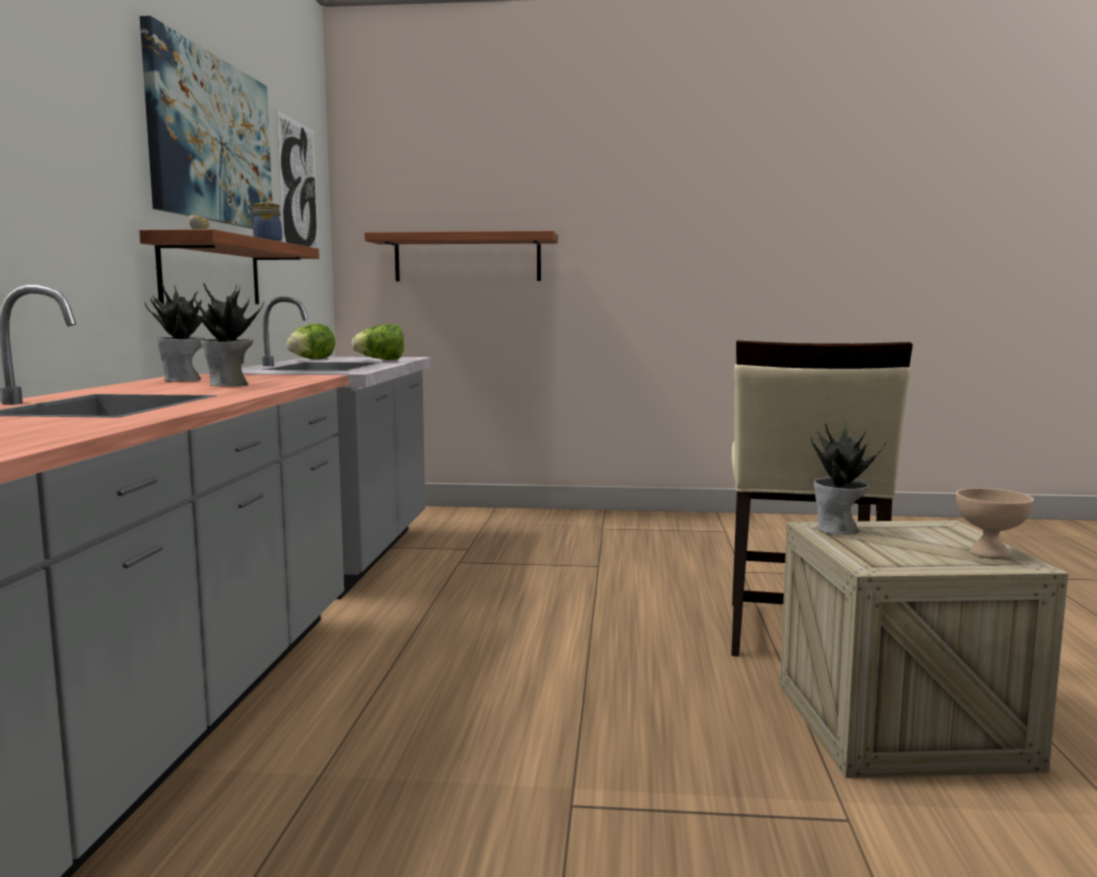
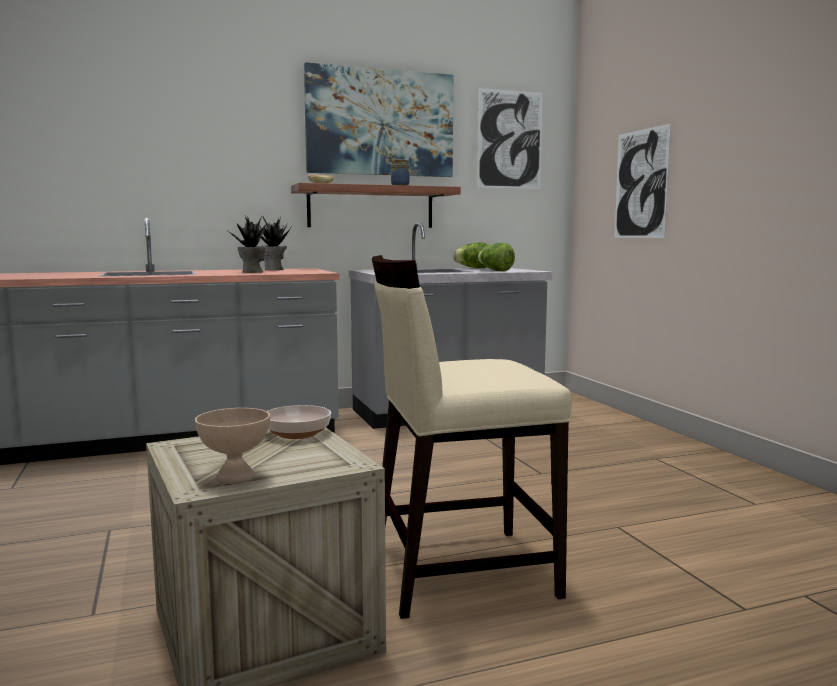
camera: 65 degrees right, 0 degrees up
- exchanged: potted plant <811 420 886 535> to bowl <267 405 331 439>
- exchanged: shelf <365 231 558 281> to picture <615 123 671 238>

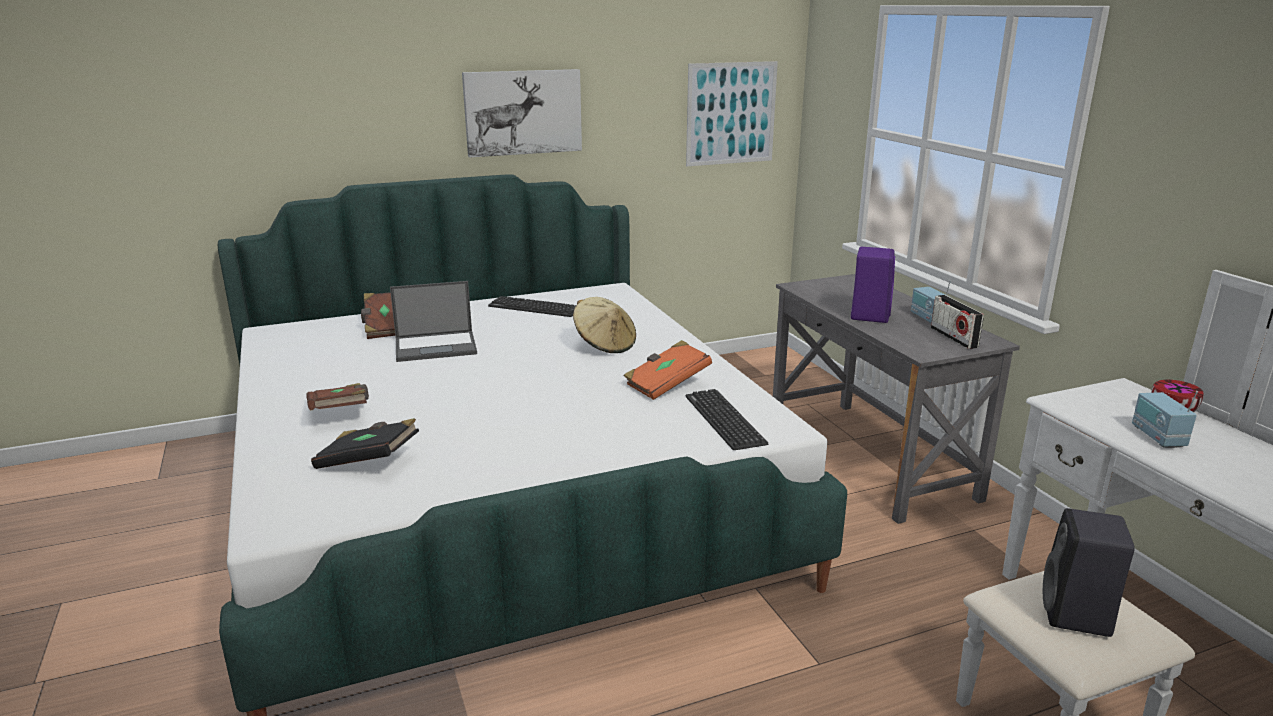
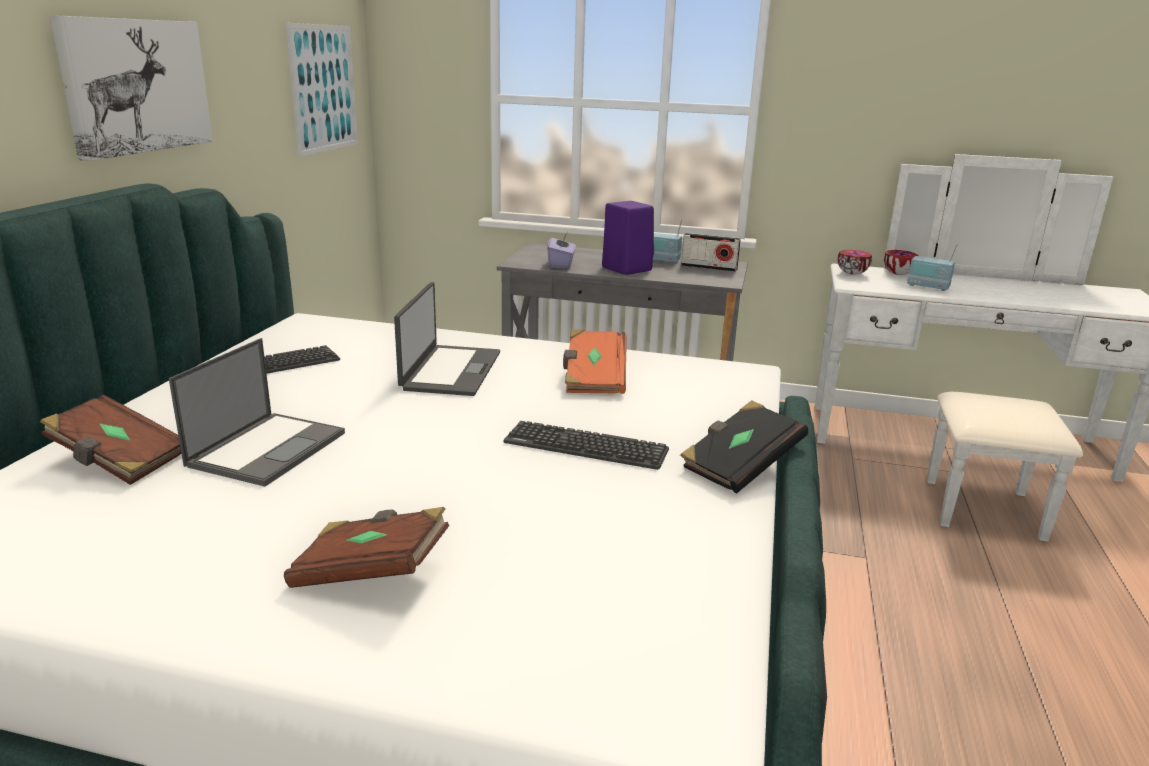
camera: 55 degrees left, 0 degrees up
- exchanged: hat (beige) <573 297 636 353> to laptop <394 282 500 396>
- relocated: keyboard <686 389 768 450> to <503 421 669 470>
- appeared: tissue box (purple) <547 233 576 268>
- relocated: book (black) <311 418 419 469> to <680 400 808 493>
- appeared: bowl <838 250 872 275>
- missing: speaker (black) <1043 508 1135 637>

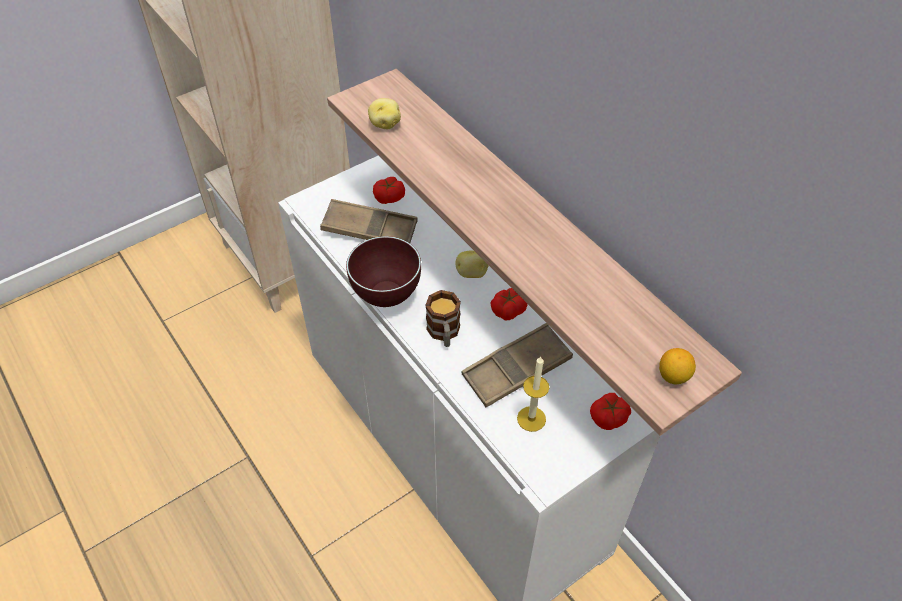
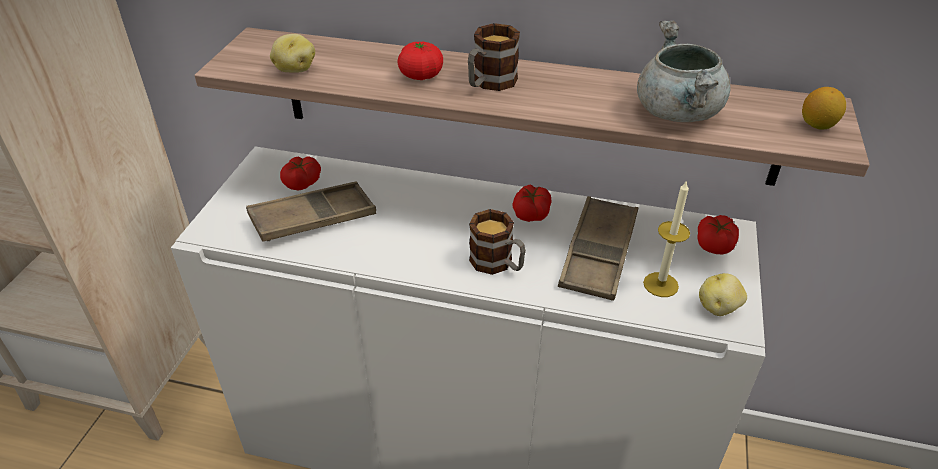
camera: 40 degrees left, 10 degrees down
- appeared: tomato <397 42 443 80>
- appeared: mug <468 23 520 91>
- appeared: cooking pot (grey) <637 21 731 122>
- relocated: potato <455 250 489 278> to <699 273 747 316>
- missing: bowl (brown) <346 236 421 307>

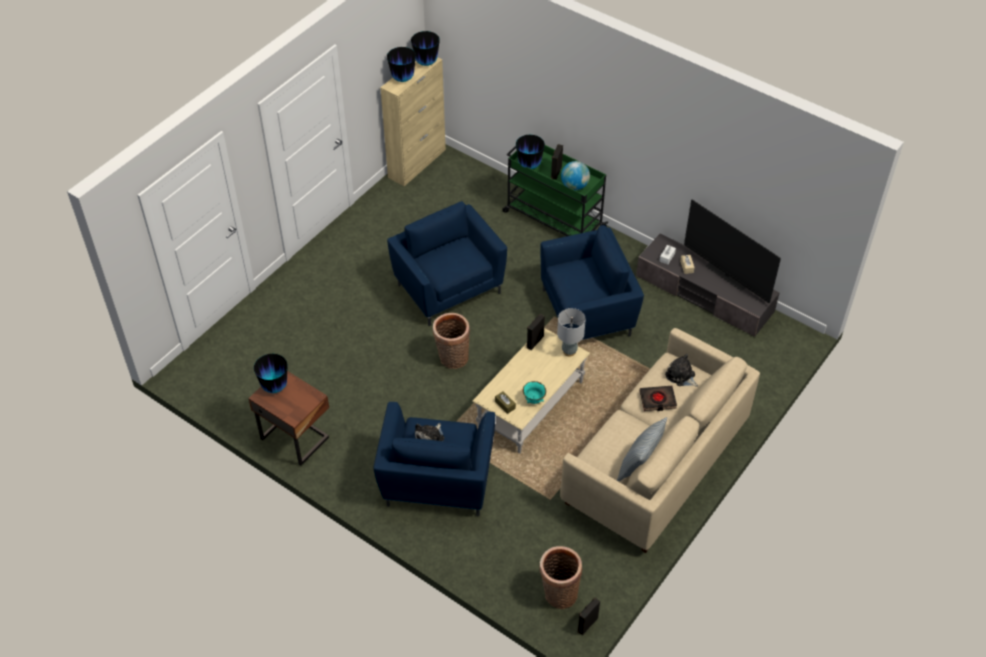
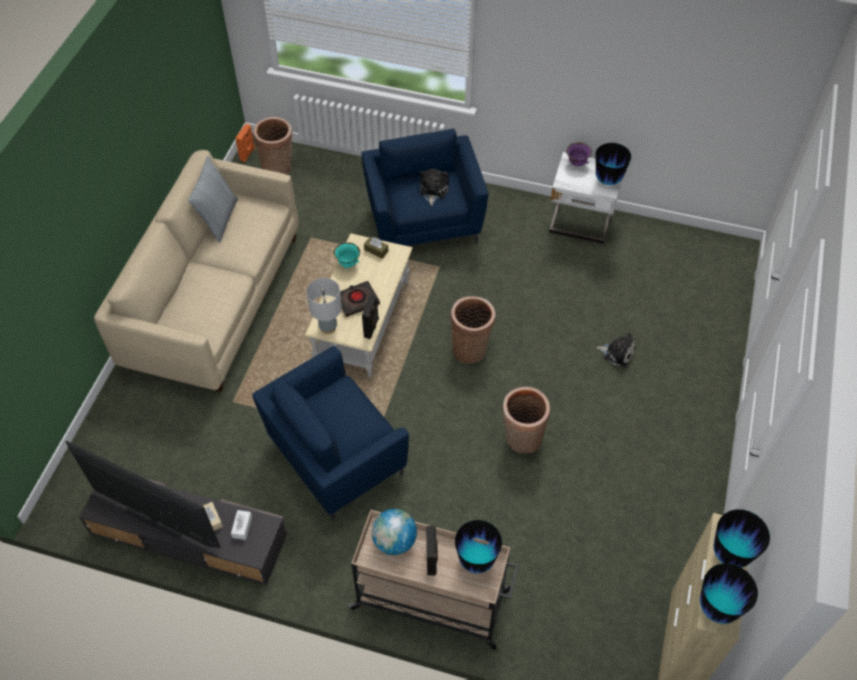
camera: 160 degrees right, 5 degrees up
- colour: speaker (black) <577 597 600 635> to speaker (orange) <235 124 255 162>
- relocated: book (black) <639 386 677 411> to <340 281 380 317>
- colour: cart (green) <502 145 608 236> to cart (beige) <348 510 519 650>
- exchanged: armchair (blue) <387 201 507 326> to basket <502 387 550 454>
- colour: nightstand (brown) <248 371 329 466> to nightstand (white) <549 152 622 244>
- appeared: bowl (purple) <566 142 592 166>
- relocated: plush toy <665 354 698 387> to <596 333 635 367>

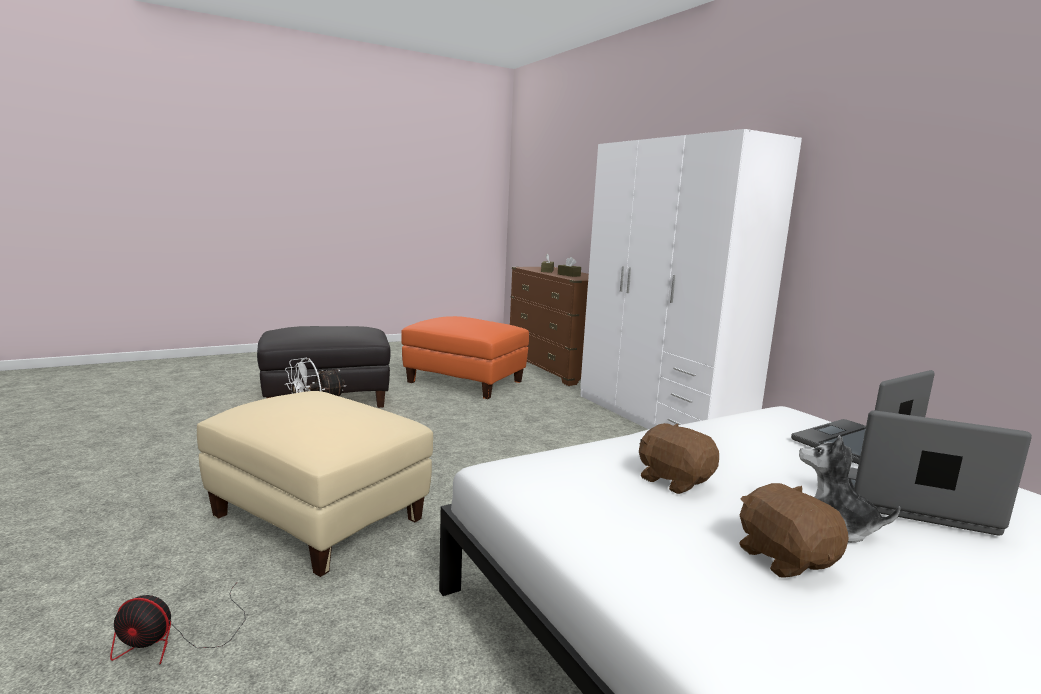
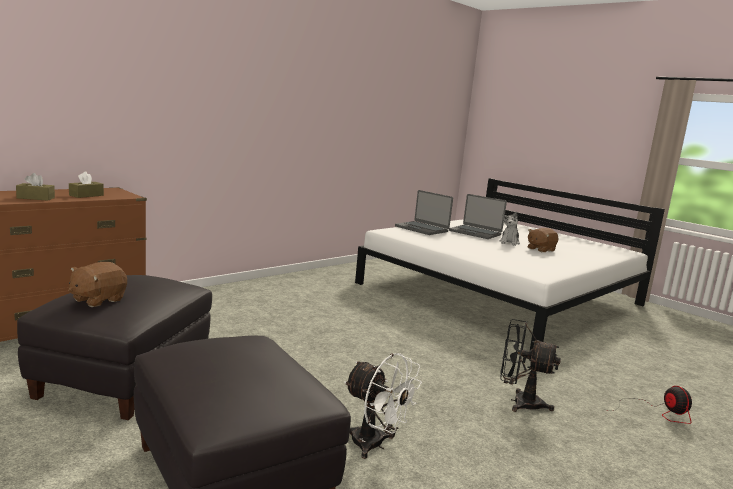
camera: 105 degrees left, 0 degrees up
- colour: ottoman (orange) <401 316 529 399> to ottoman (black) <17 275 212 420>
- relocated: plush toy (brown) <639 423 719 494> to <69 262 127 307>
- spun: laptop <848 410 1032 536> = <449 194 507 239> 60 degrees counterclockwise
- exchanged: ottoman (beige) <197 391 433 577> to fan (black) <500 319 561 412>
- missing: wardrobe (white) <580 129 802 429>

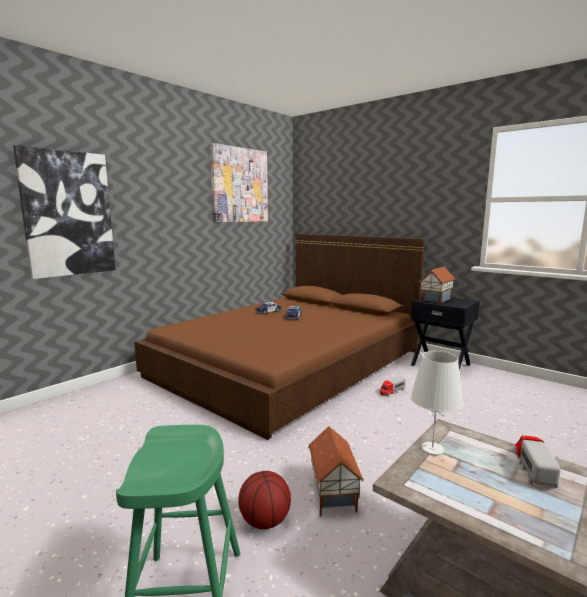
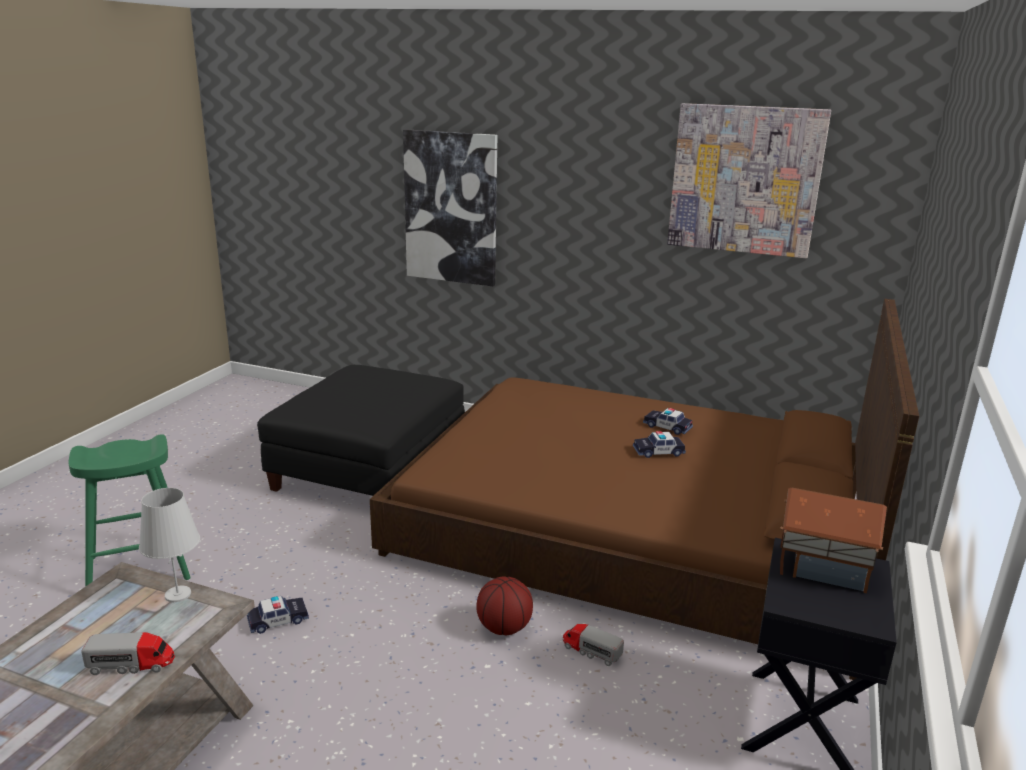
camera: 70 degrees right, 10 degrees up
- exchanged: toy house <308 426 364 517> to toy car <247 596 309 634>
- appeared: ottoman (black) <257 365 465 496>
- relocated: basketball <238 471 291 529> to <476 576 533 635>

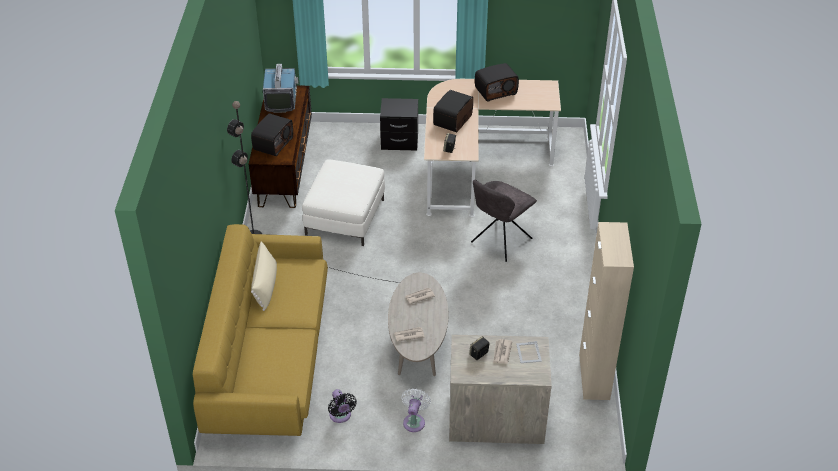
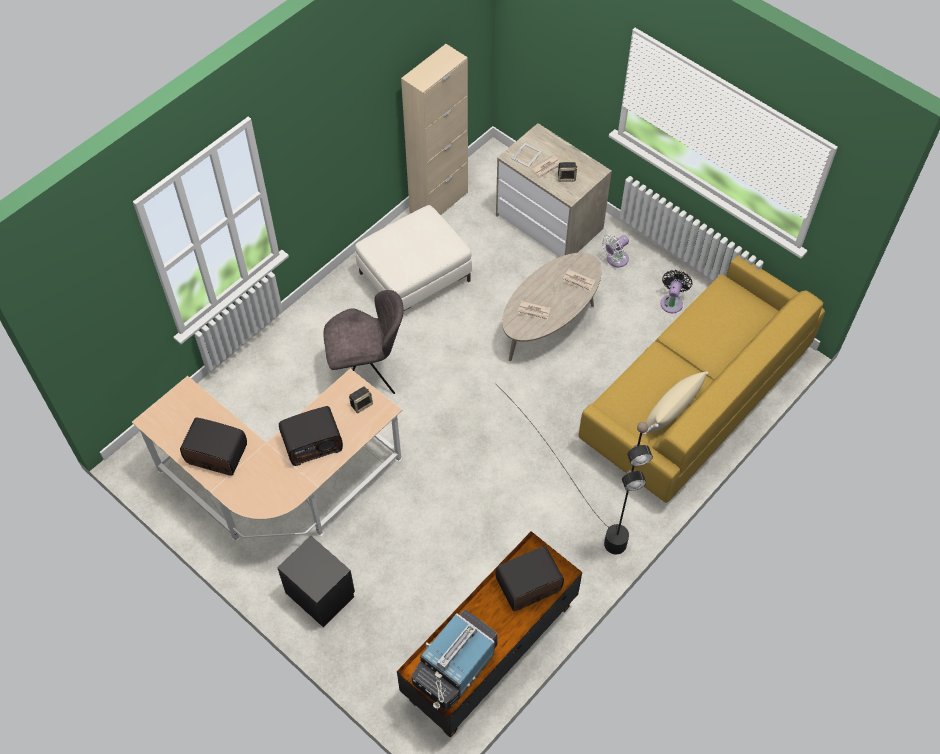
camera: 140 degrees left, 15 degrees up
- relocated: ottoman (white) <302 159 385 246> to <355 205 472 311>

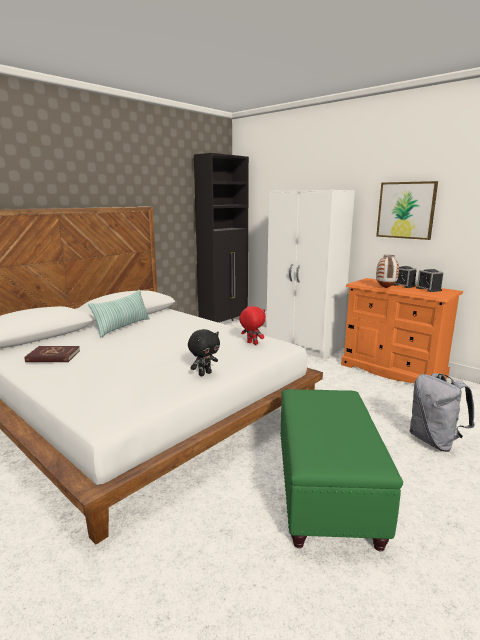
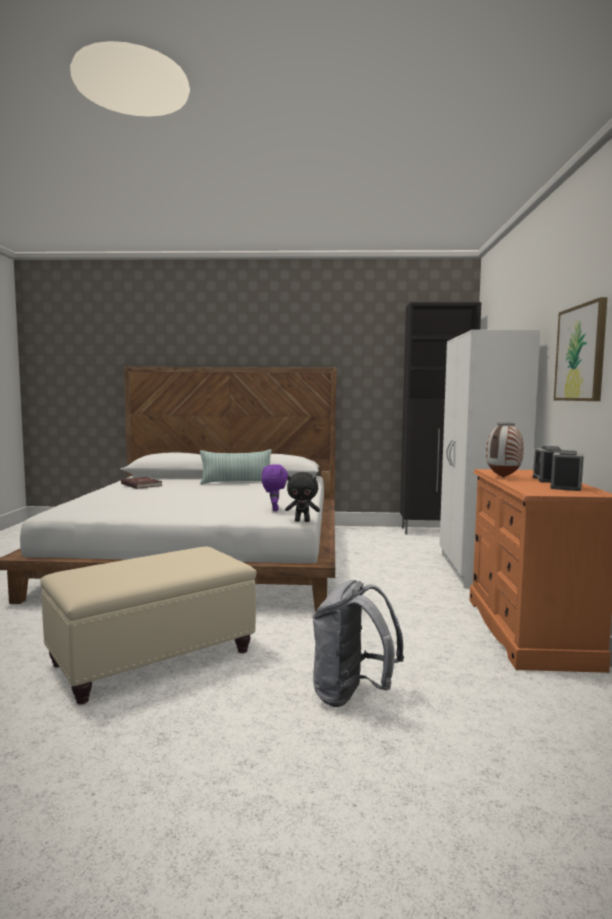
camera: 50 degrees right, 10 degrees down
- colour: ottoman (green) <280 389 403 551> to ottoman (beige) <40 547 256 704>
- colour: plush toy (red) <239 306 266 345> to plush toy (purple) <262 464 288 511>
- relocated: plush toy (black) <188 329 220 376> to <285 472 320 522>

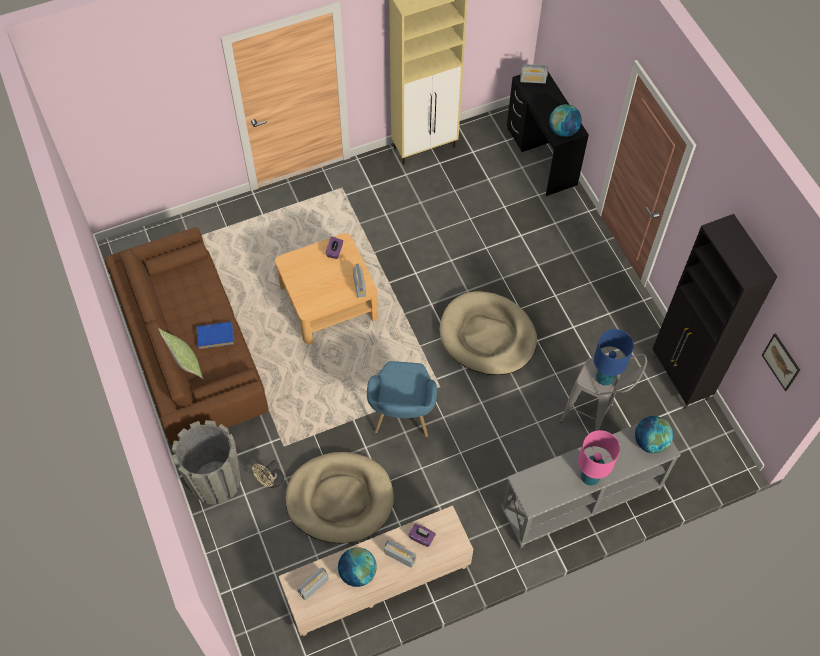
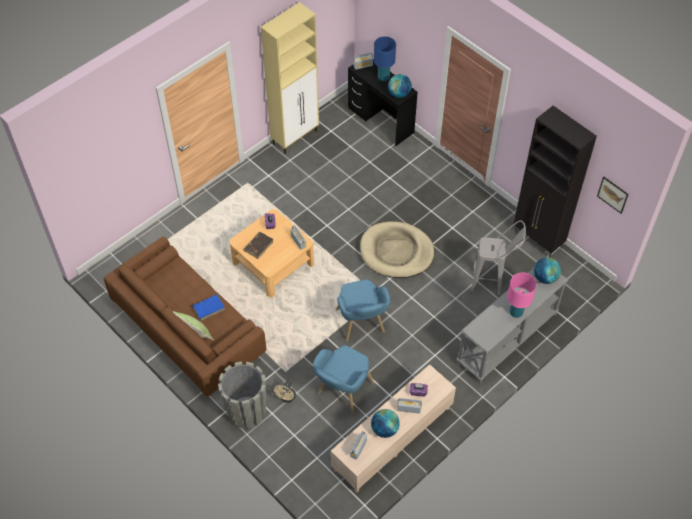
camera: 20 degrees left, 5 degrees down
- appeared: book (brown) <243 232 274 259>
- exchanged: dog bed (beige) <285 452 394 543> to armchair (blue) <313 345 374 413>
- relocated: table lamp (blue) <594 329 634 386> to <374 36 396 81>

